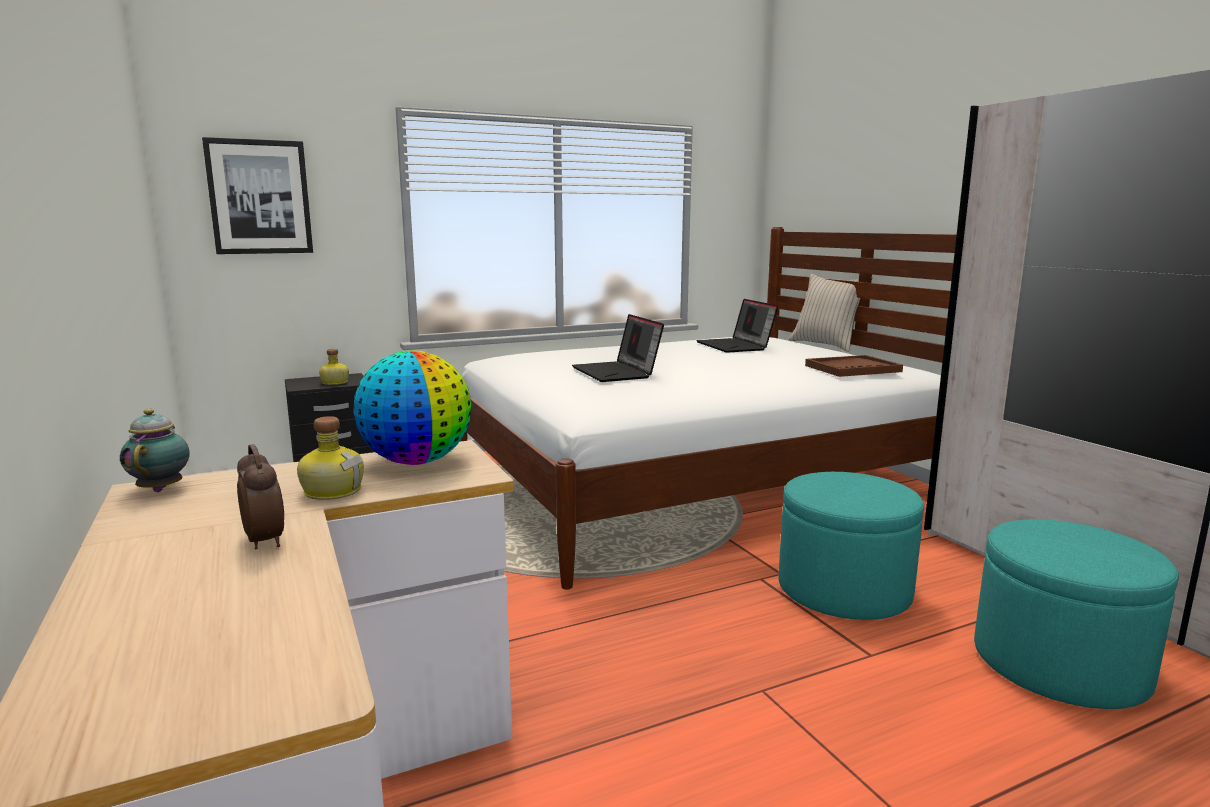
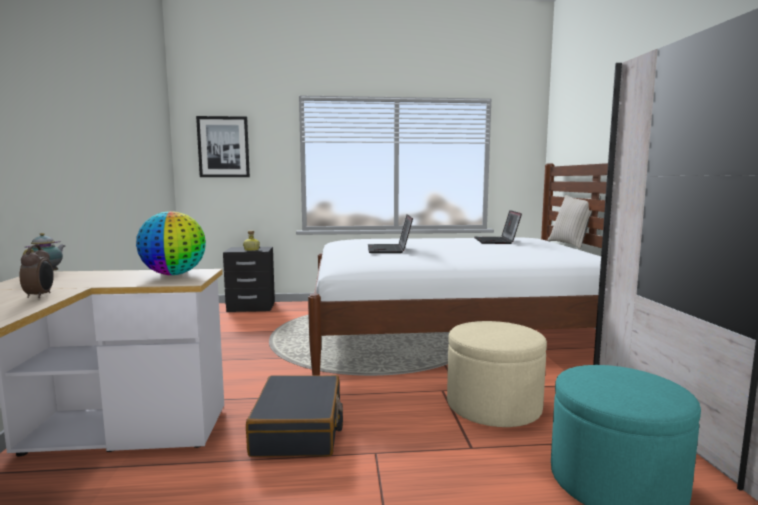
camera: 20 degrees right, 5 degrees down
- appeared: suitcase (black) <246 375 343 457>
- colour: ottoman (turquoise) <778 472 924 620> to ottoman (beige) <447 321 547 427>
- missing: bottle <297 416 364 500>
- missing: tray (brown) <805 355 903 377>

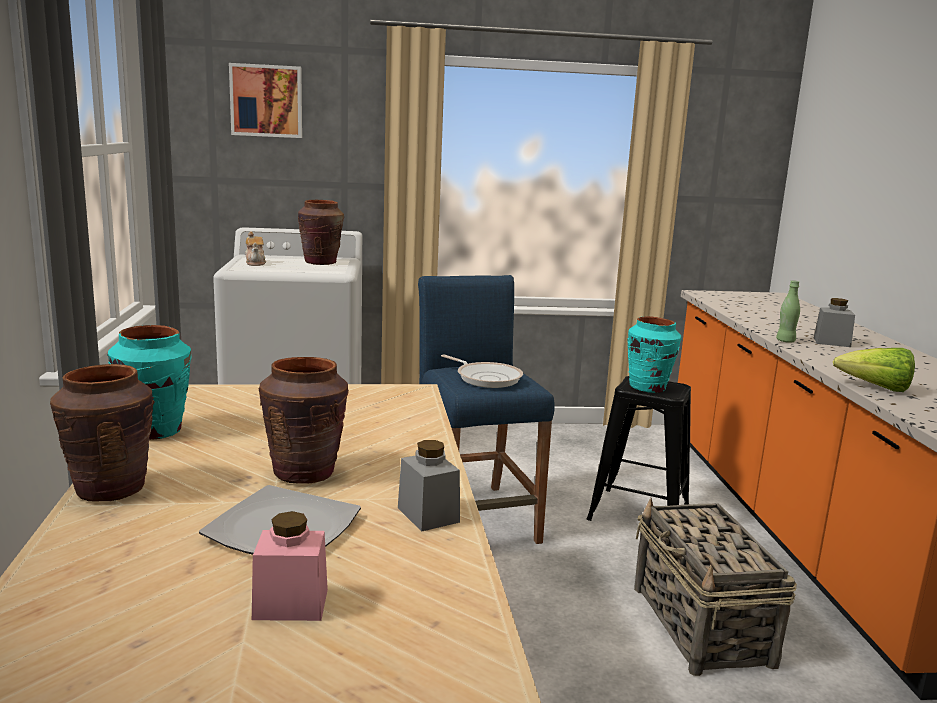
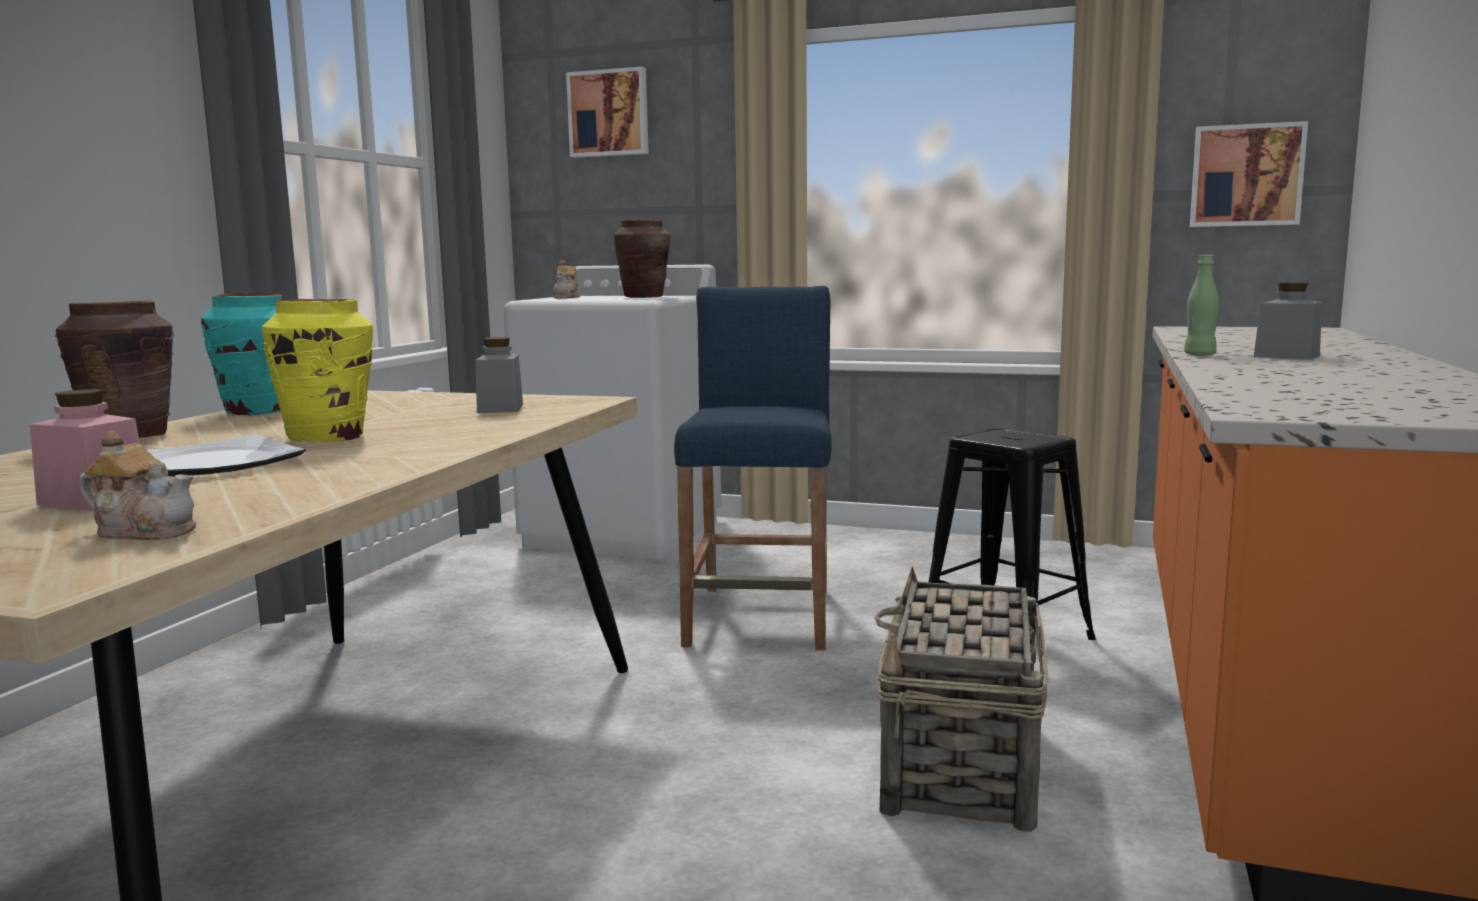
camera: 25 degrees right, 5 degrees down
- appeared: teapot <79 430 196 540>
- colour: vase (brown) <258 357 349 484> to vase (yellow) <262 299 373 442>
- relocated: jar (grey) <398 440 460 532> to <475 337 523 413>
- appeared: picture <1190 121 1308 227>
- missing: frying pan <441 355 523 388>
- missing: vase (turquoise) <627 316 681 393>
- missing: lettuce <833 348 915 392>

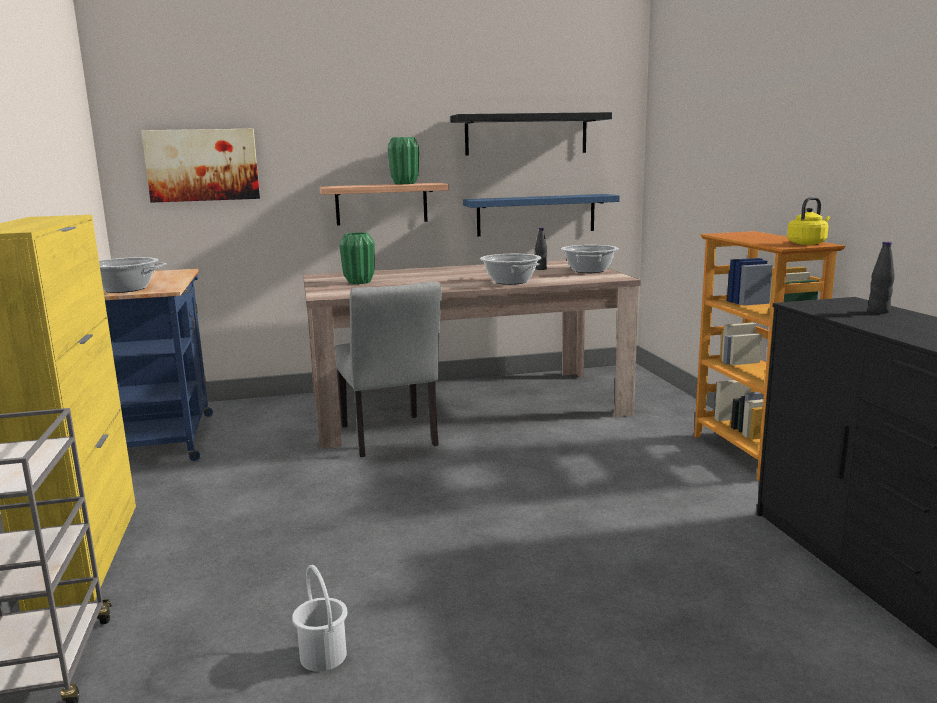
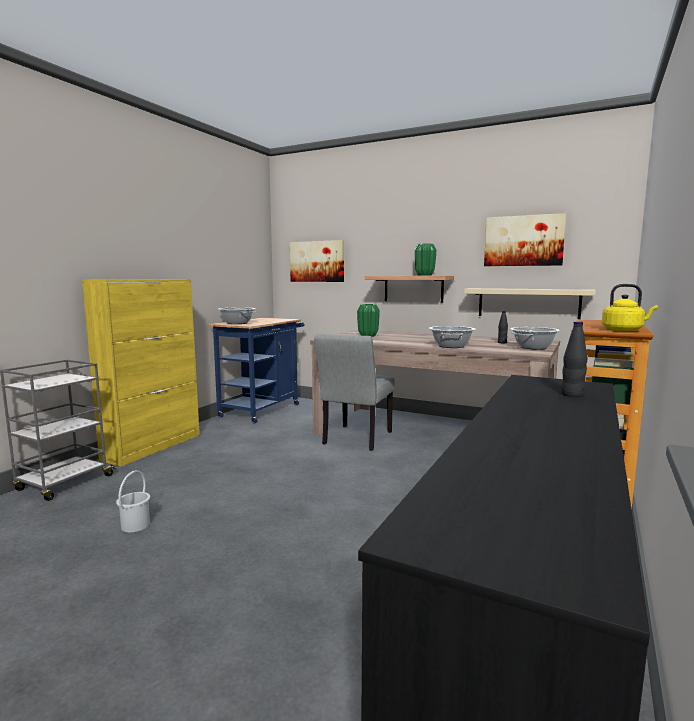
camera: 40 degrees right, 5 degrees down
- colour: shelf (blue) <463 194 620 236> to shelf (beige) <464 288 596 319>
- exchanged: shelf (black) <450 112 612 156> to picture <484 213 566 266>

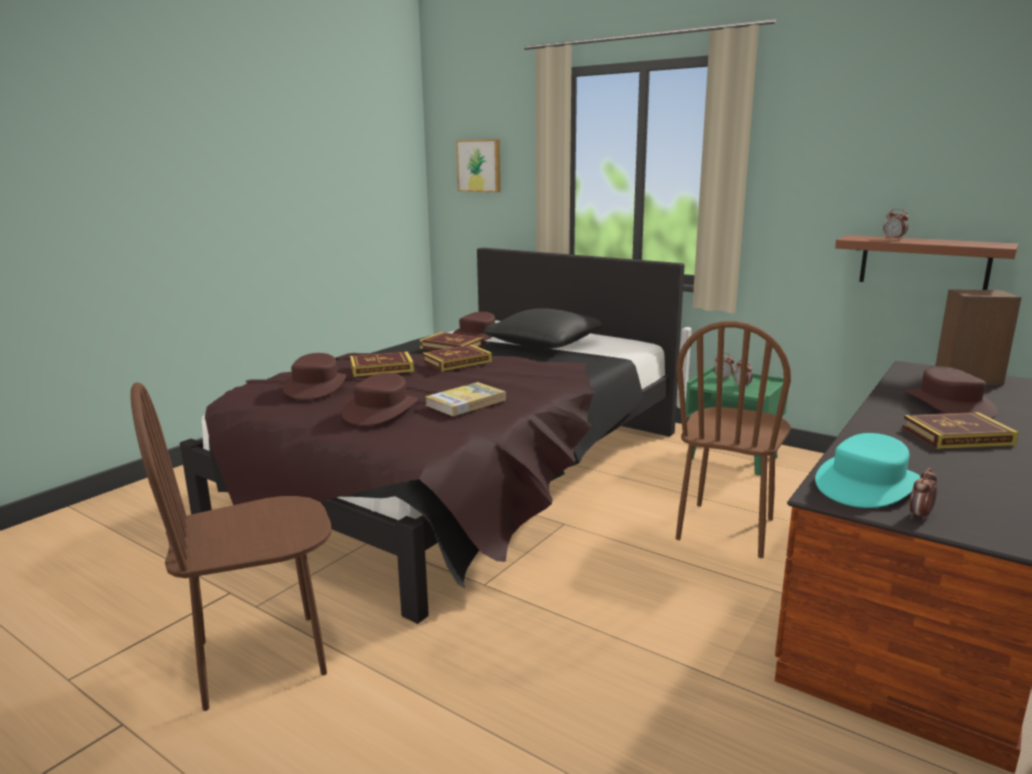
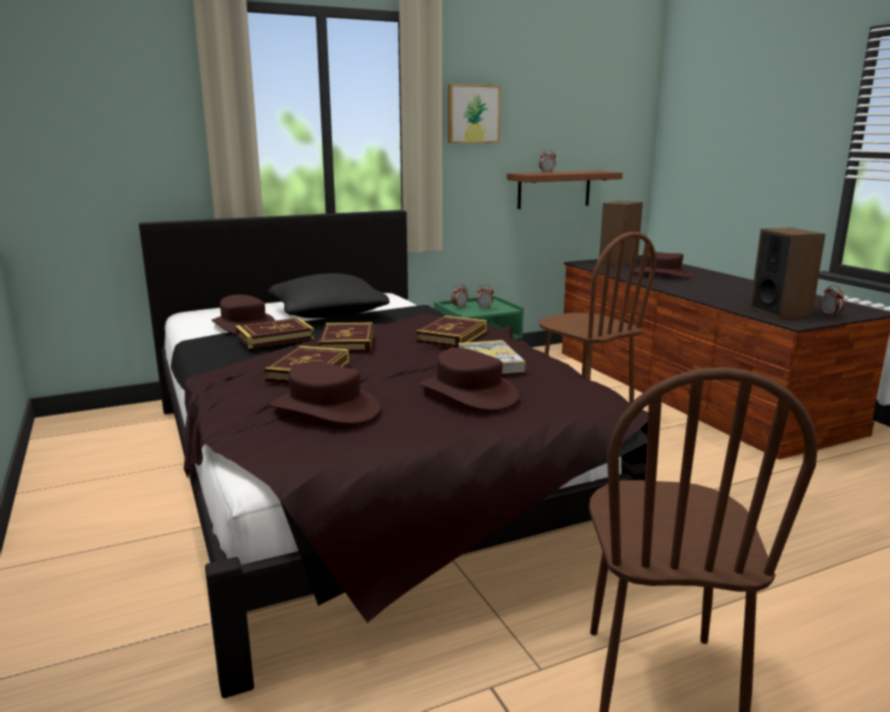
camera: 60 degrees left, 0 degrees up
- relocated: book <902 412 1019 449> to <416 315 487 348>
- relocated: picture <456 139 501 192> to <448 84 501 143>
- exchanged: hat (turquoise) <815 433 921 508> to speaker <750 228 826 319>

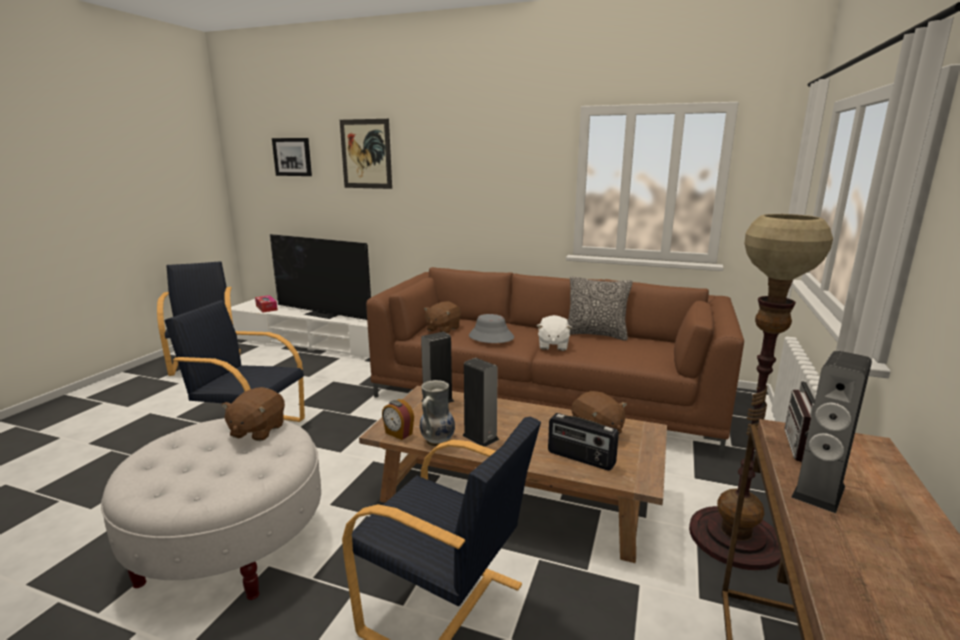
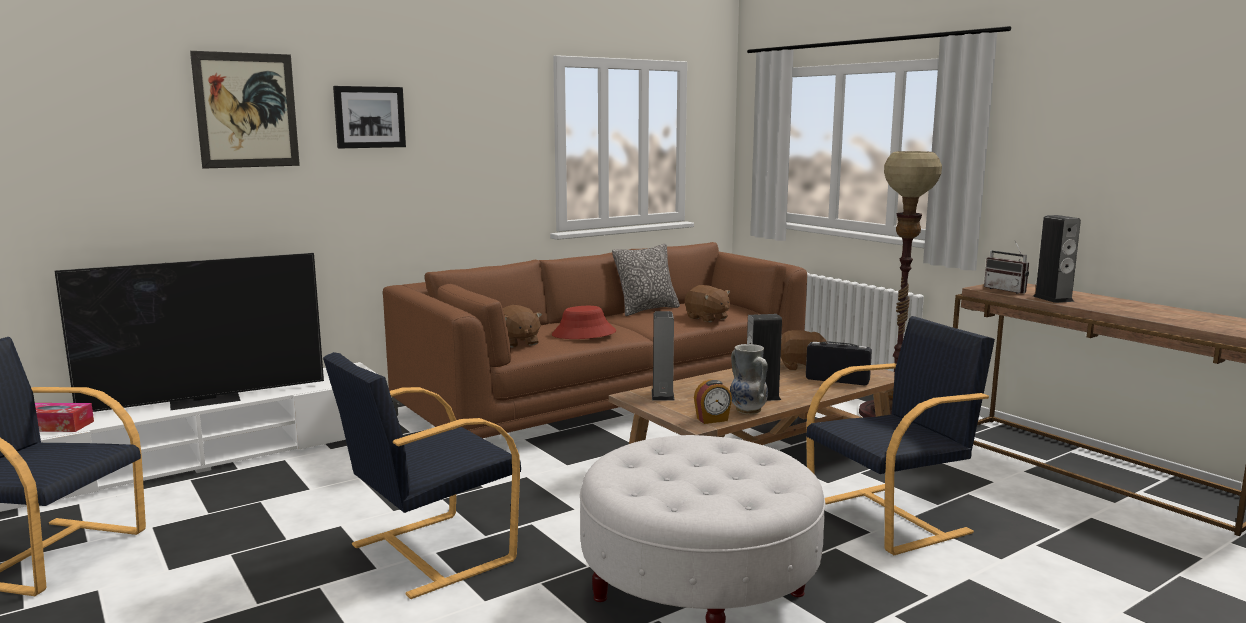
camera: 55 degrees left, 5 degrees down
- relocated: picture <272 138 312 176> to <333 86 406 148>
- colour: hat (grey) <469 314 514 343> to hat (red) <552 306 616 339>
- relocated: plush toy (brown) <221 387 285 441> to <685 285 730 323>
- spun: radio <548 413 619 471> = <806 342 872 385> 135 degrees counterclockwise
- missing: plush toy (white) <537 315 572 351>

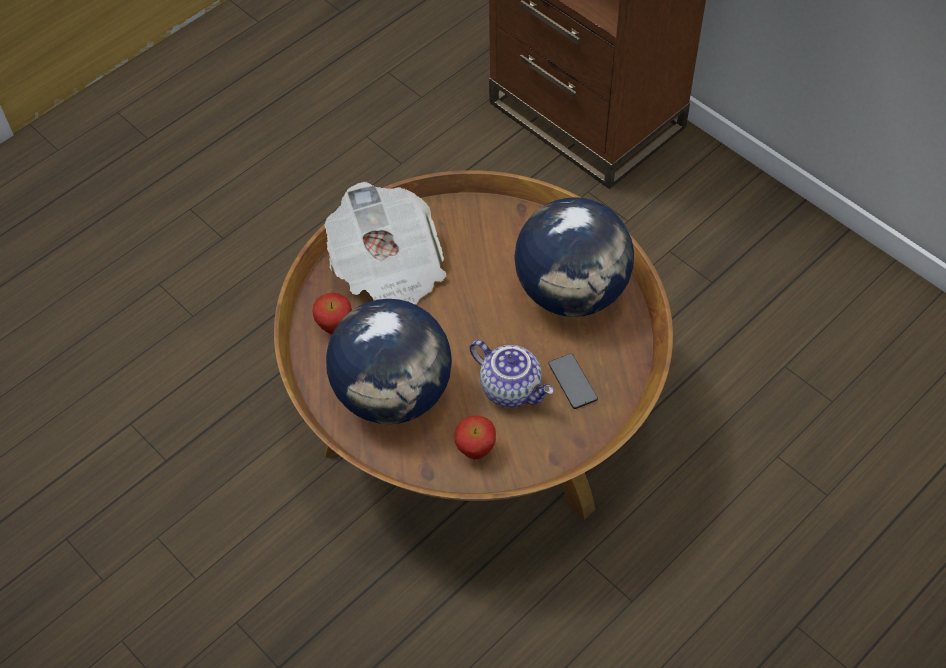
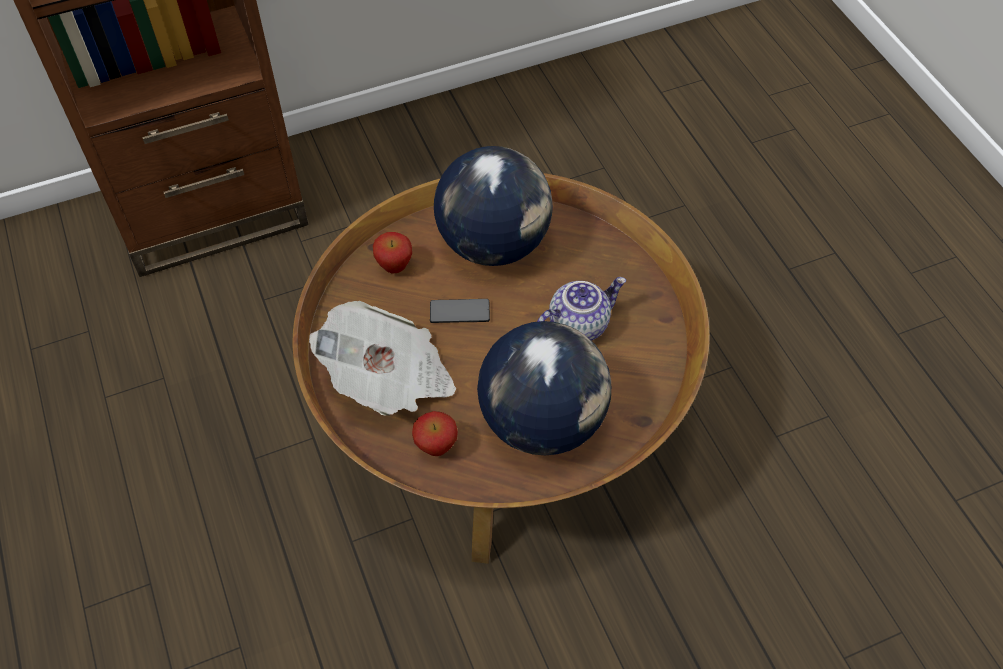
camera: 70 degrees left, 0 degrees up
- relocated: apple <454 415 496 460> to <373 232 412 273>
- relocated: phone <548 353 598 409> to <430 299 490 323>

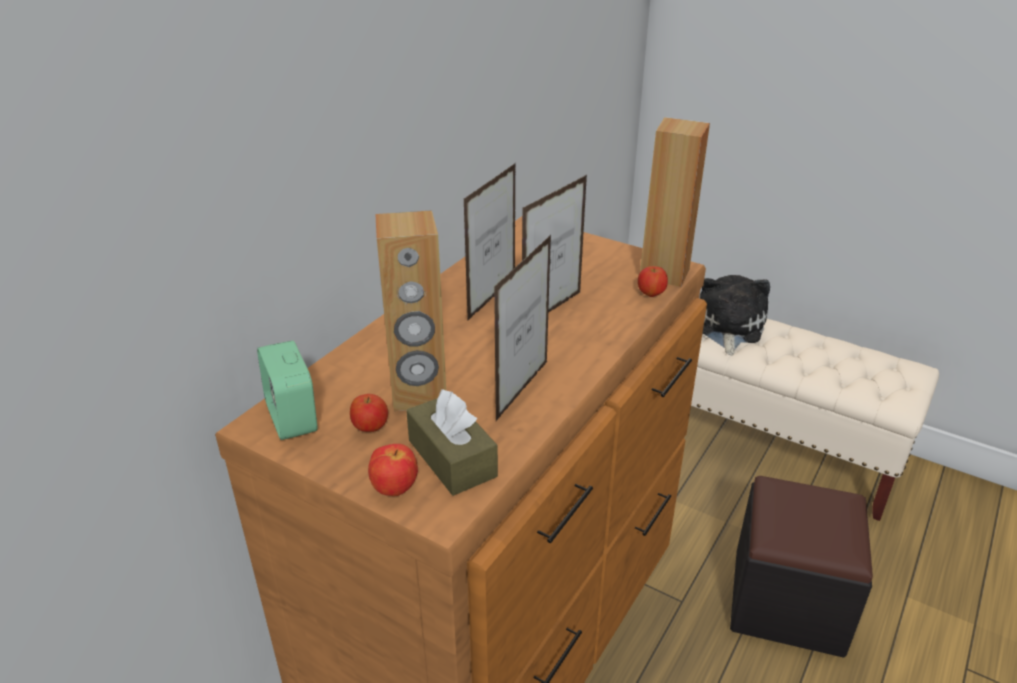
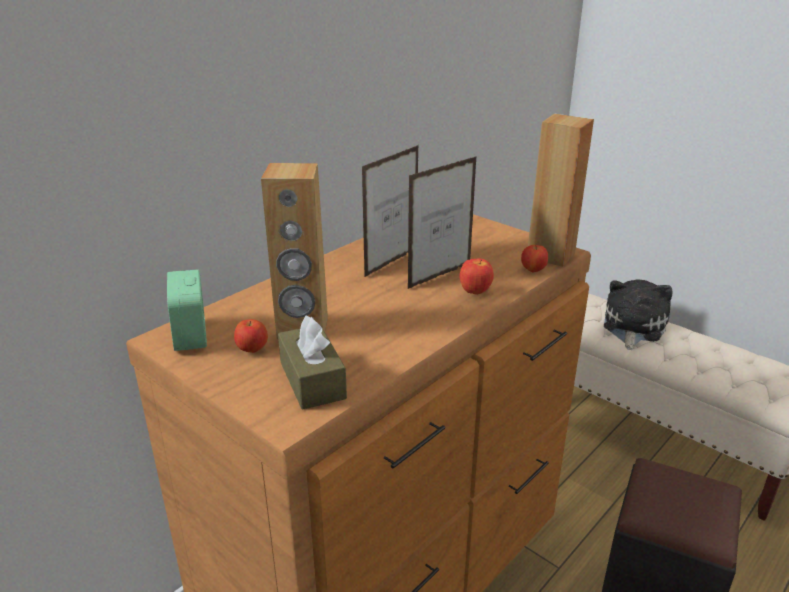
camera: 10 degrees right, 5 degrees down
- relocated: apple <368 444 418 496> to <459 259 494 295>
- missing: picture frame <494 235 551 421>

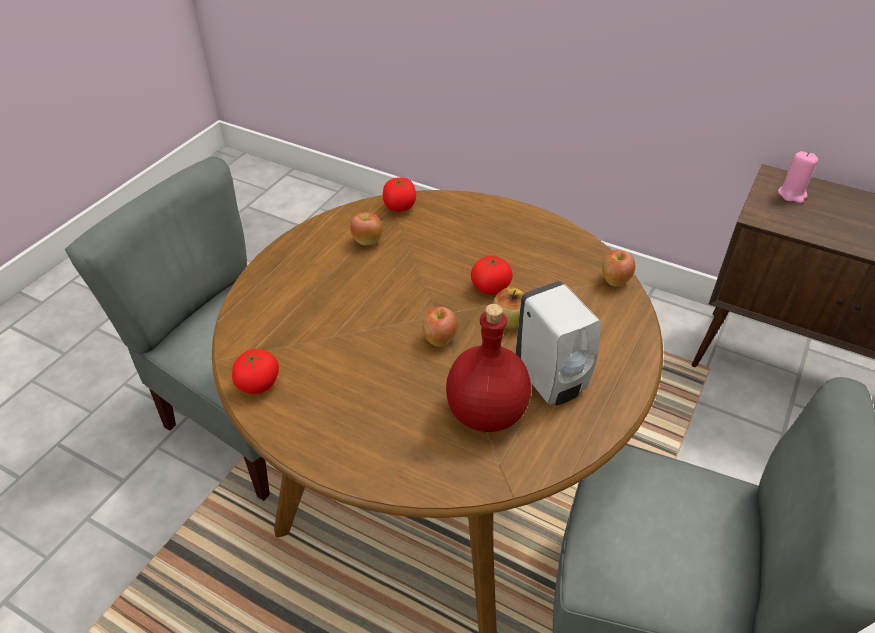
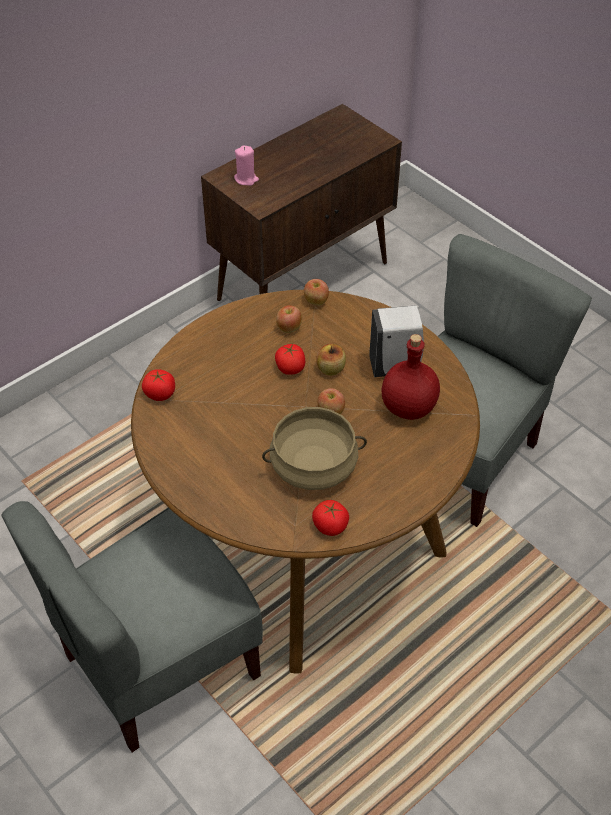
camera: 70 degrees left, 5 degrees up
- appeared: cooking pot (beige) <262 407 367 490>
- relocated: apple <350 212 382 245> to <276 305 302 333>

